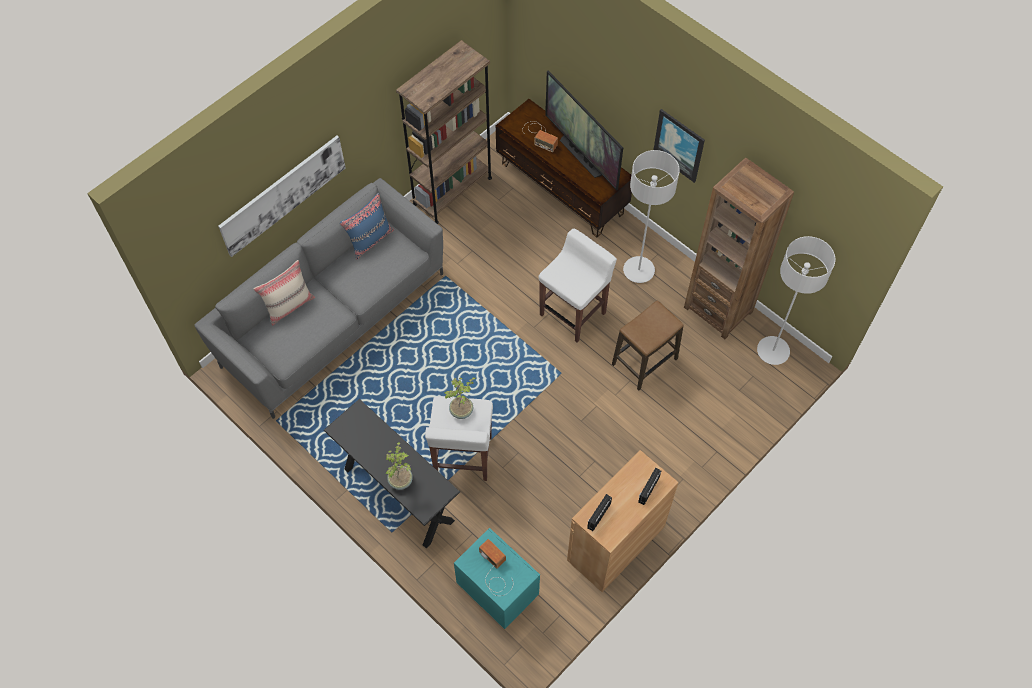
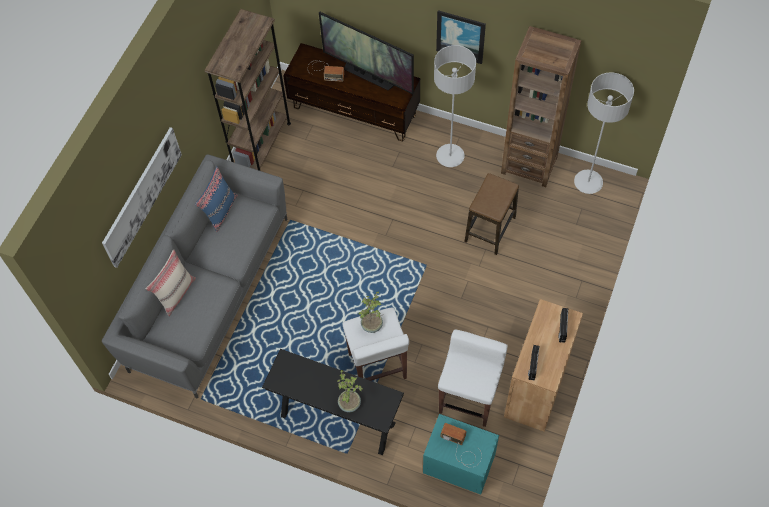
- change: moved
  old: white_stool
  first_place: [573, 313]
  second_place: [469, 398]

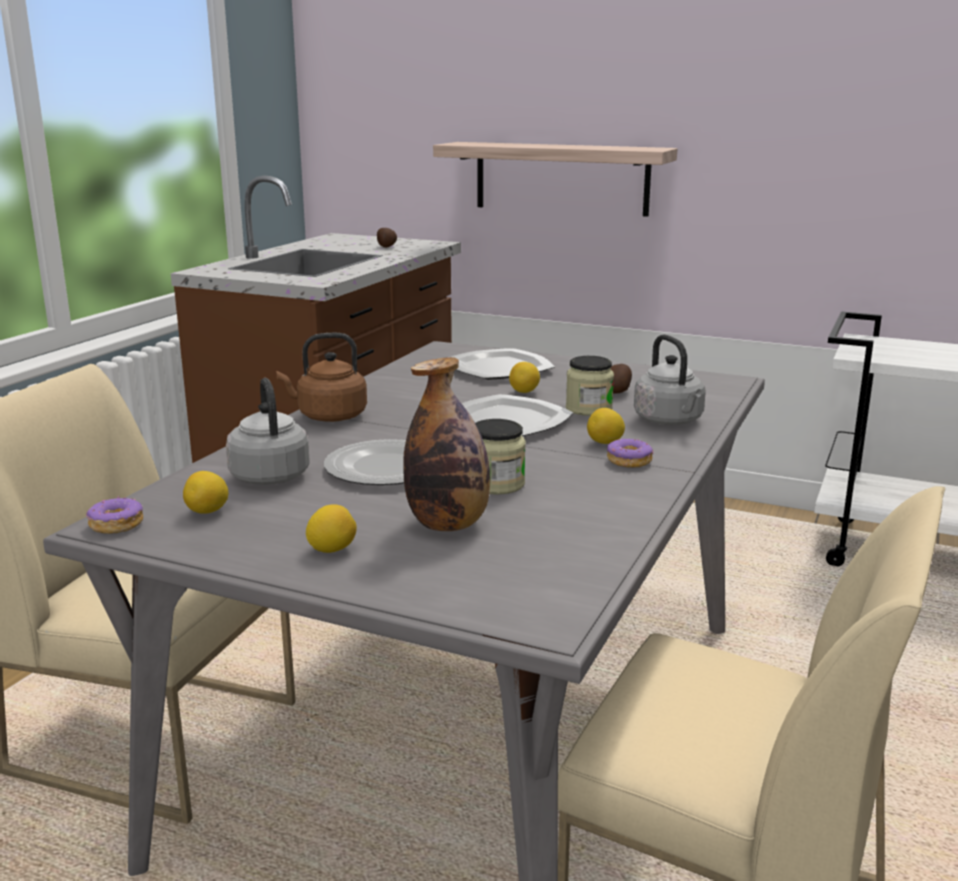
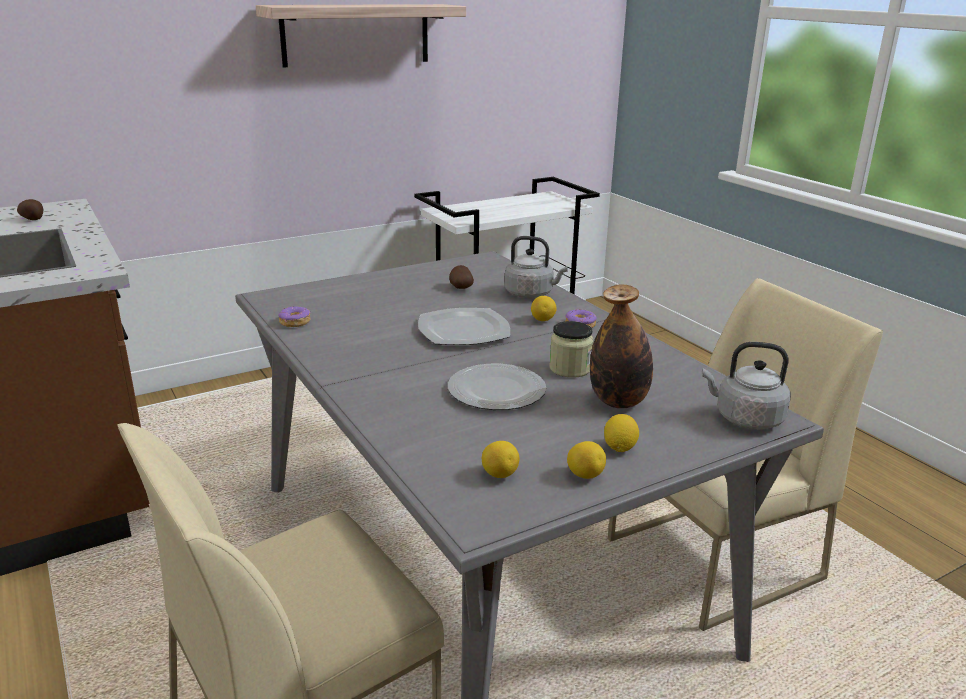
- change: moved
  old: donut
  first_place: [116, 525]
  second_place: [294, 322]
- change: moved
  old: grey_kettle
  first_place: [269, 475]
  second_place: [745, 419]
- change: removed
  old: brown_kettle
  first_place: [328, 416]
- change: moved
  old: shelf
  first_place: [561, 178]
  second_place: [356, 34]
- change: removed
  old: plate
  first_place: [497, 368]
- change: moved
  old: lemon
  first_place: [524, 392]
  second_place: [585, 475]
- change: removed
  old: jar
  first_place: [588, 409]

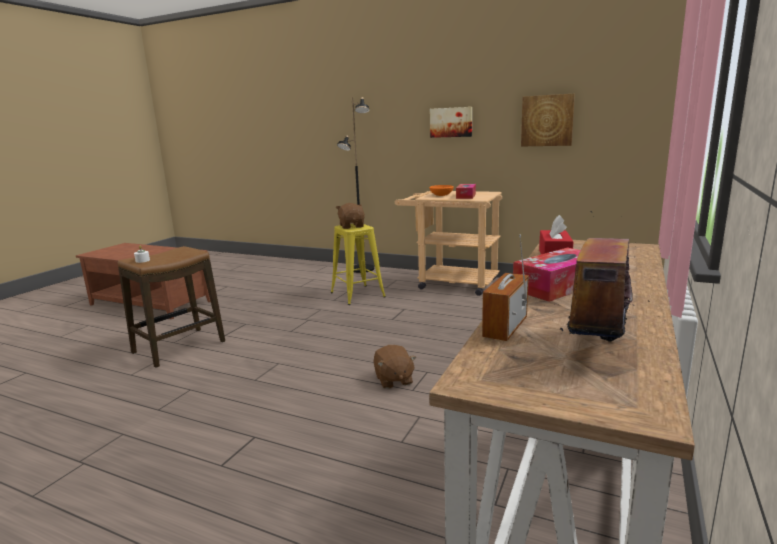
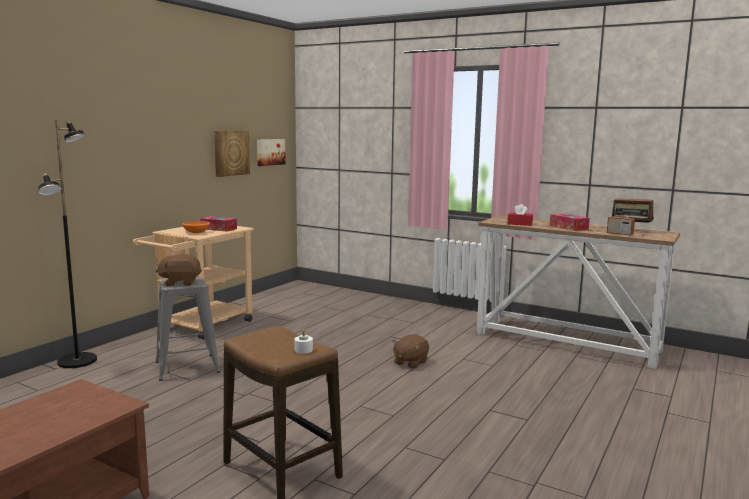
- change: recoloured
  old: yellow_stool
  new: grey_stool
  first_place: [357, 295]
  second_place: [187, 367]
- change: turned
  old: brown_plush_toy
  first_place: [393, 380]
  second_place: [410, 362]
  degrees: 135
- change: moved
  old: picture
  first_place: [451, 122]
  second_place: [270, 152]

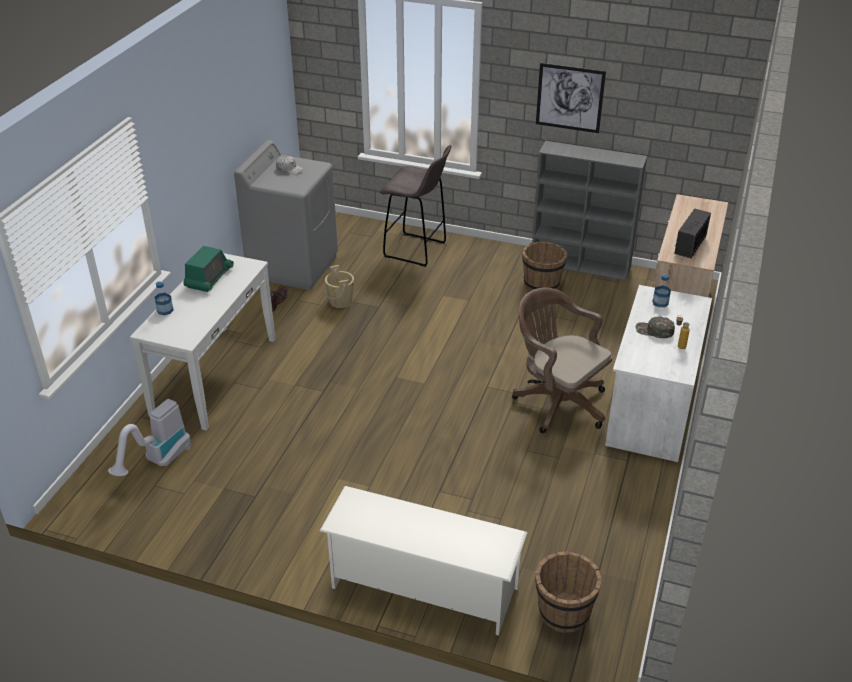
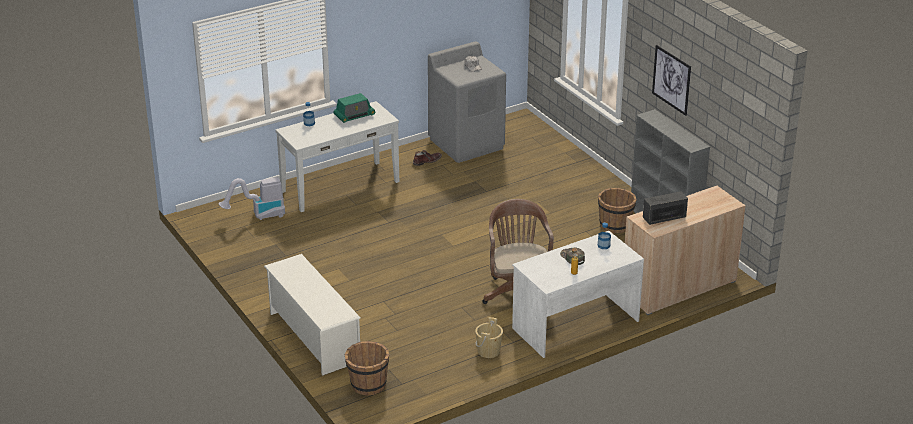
- change: moved
  old: beige_bucket
  first_place: [340, 301]
  second_place: [488, 351]
- change: removed
  old: grey_stool
  first_place: [417, 250]

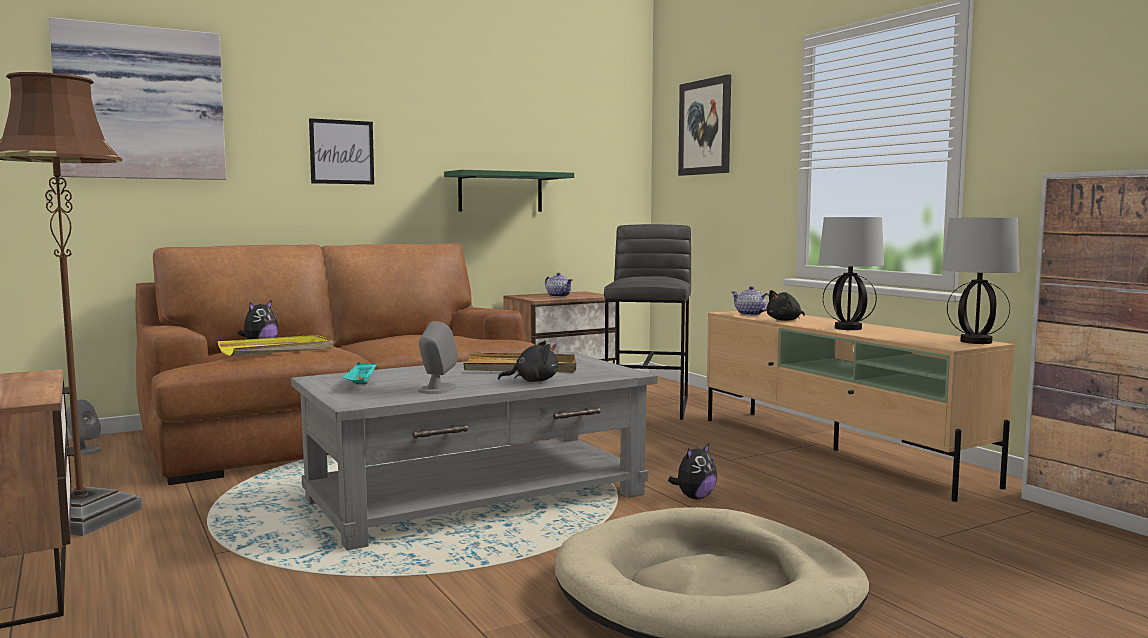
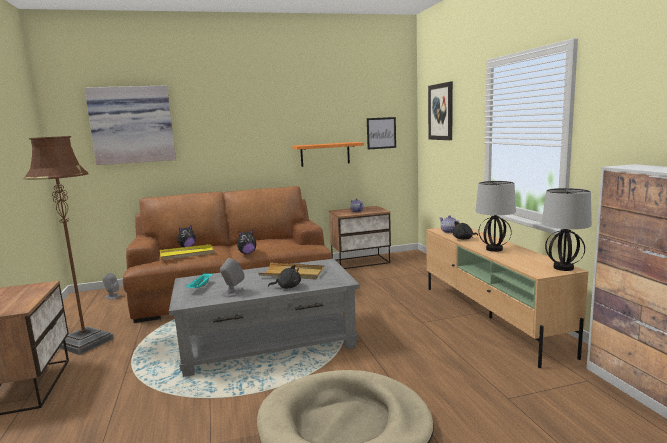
- change: moved
  old: picture
  first_place: [342, 152]
  second_place: [381, 133]
- change: recoloured
  old: green_shelf
  new: orange_shelf
  first_place: [500, 192]
  second_place: [325, 154]
- change: removed
  old: grey_stool
  first_place: [649, 407]
- change: moved
  old: plush_toy
  first_place: [694, 497]
  second_place: [247, 253]

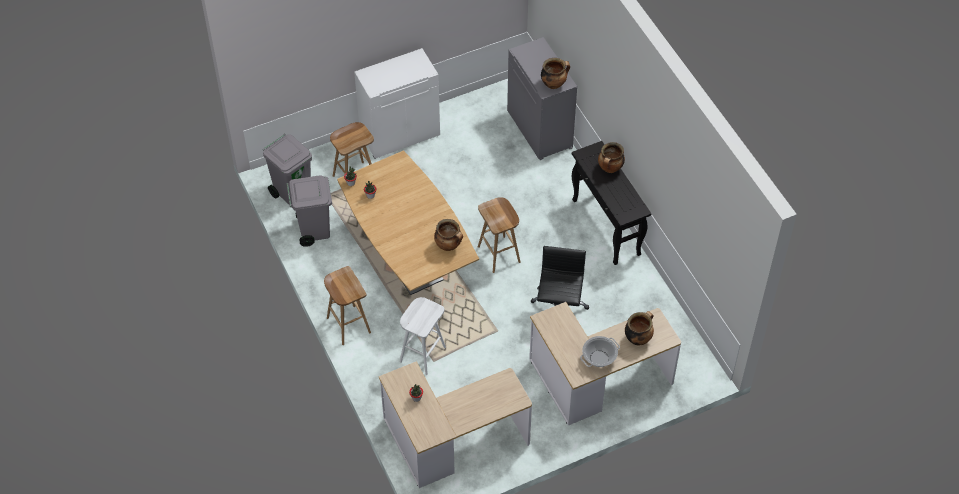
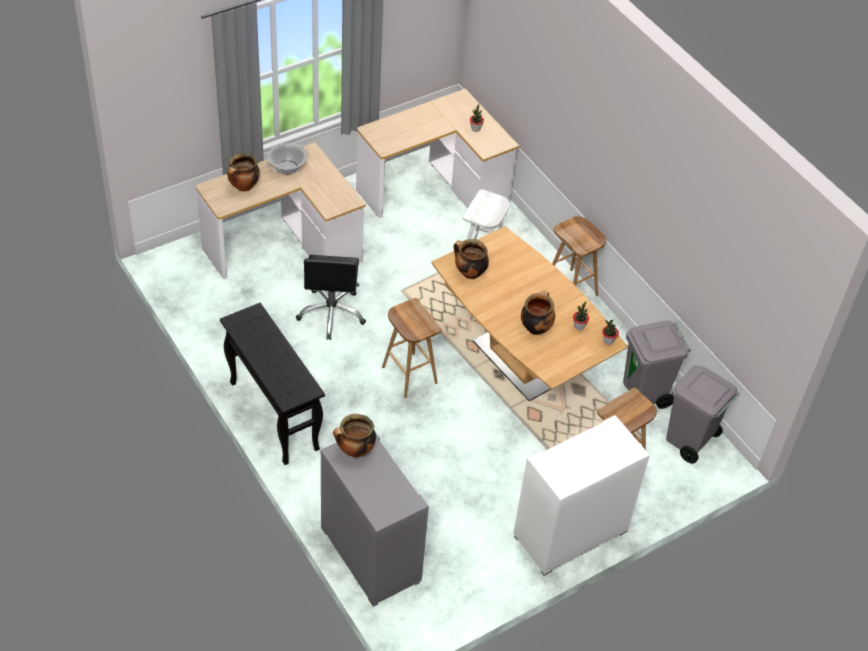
- change: moved
  old: cooking_pot
  first_place: [610, 169]
  second_place: [535, 327]

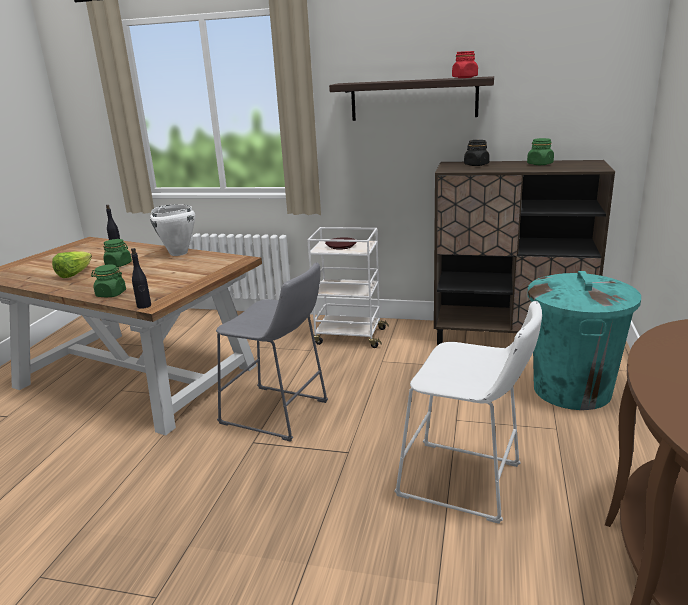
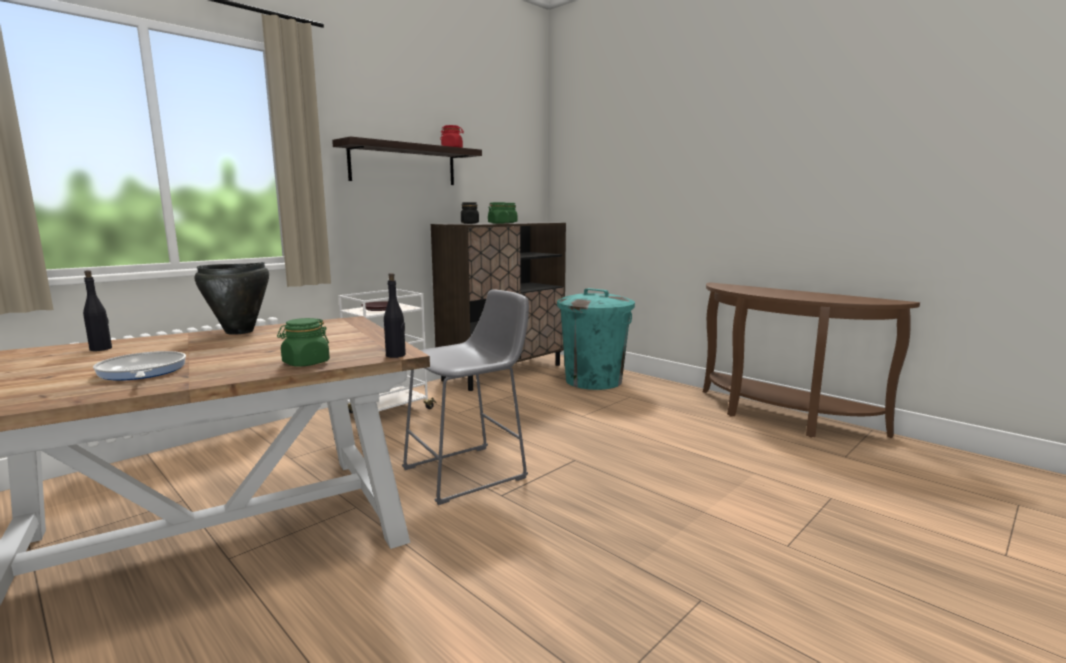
- change: replaced
  old: lettuce
  new: frying_pan
  first_place: [74, 274]
  second_place: [141, 372]
- change: moved
  old: green_jar
  first_place: [119, 264]
  second_place: [498, 223]
- change: recoloured
  old: white_cooking_pot
  new: black_cooking_pot
  first_place: [178, 253]
  second_place: [240, 332]
- change: removed
  old: white_stool
  first_place: [466, 482]

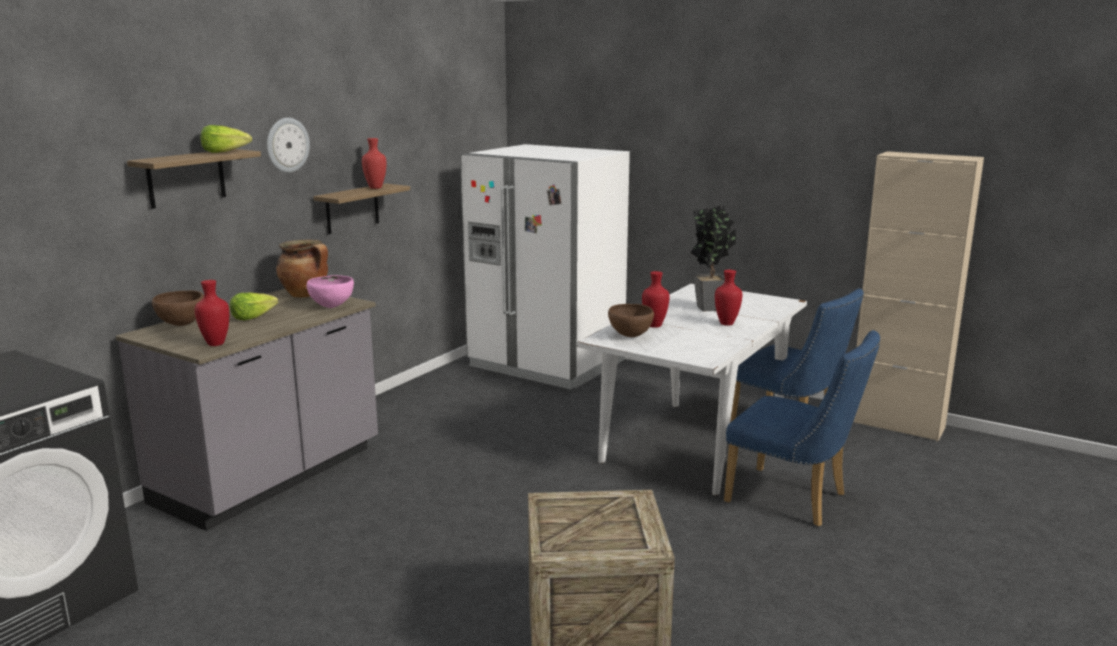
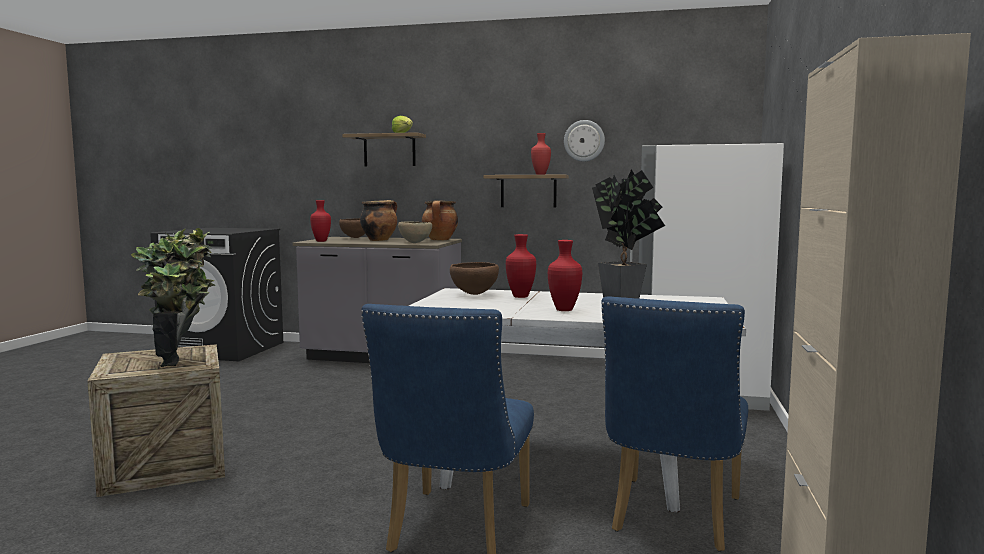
- change: replaced
  old: lettuce
  new: cooking_pot
  first_place: [253, 317]
  second_place: [379, 240]
- change: moved
  old: wall_clock
  first_place: [287, 145]
  second_place: [584, 140]
- change: recoloured
  old: pink_bowl
  new: brown_bowl
  first_place: [332, 307]
  second_place: [415, 243]
- change: added
  new: potted_plant
  second_place: [182, 359]

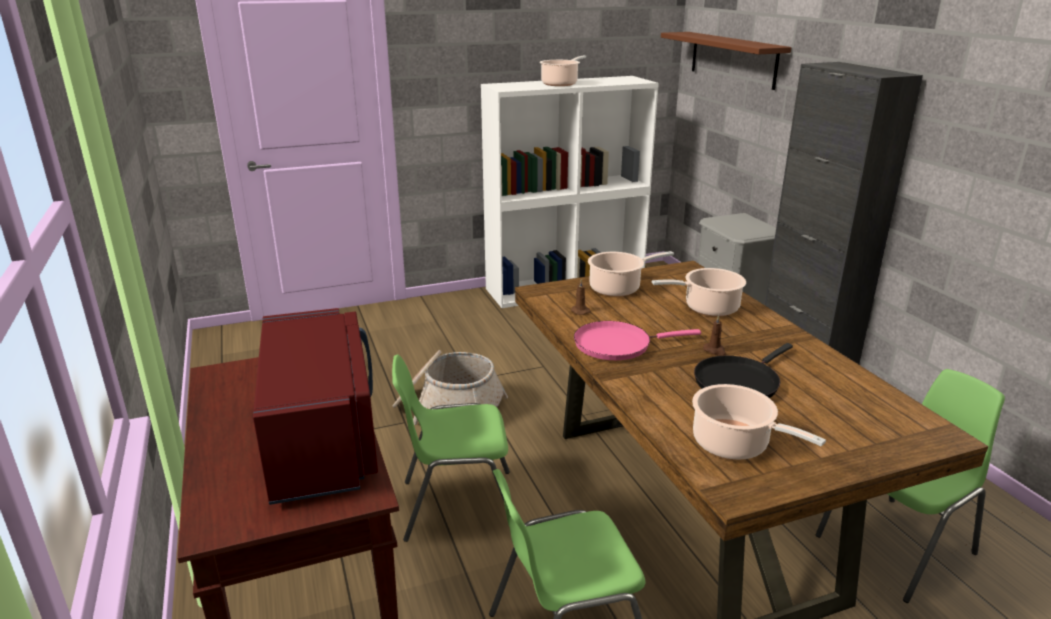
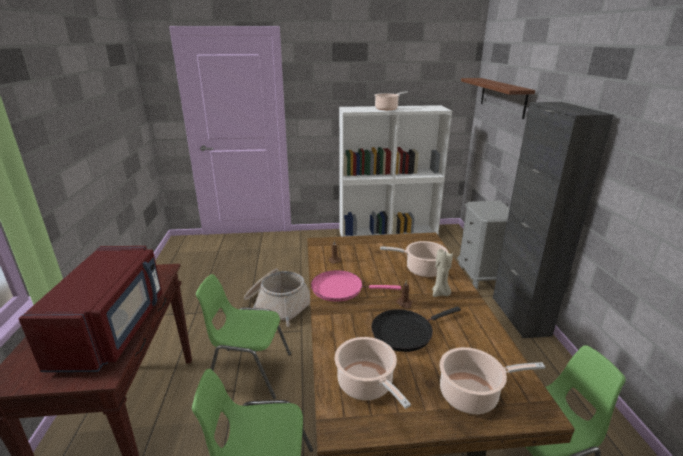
- change: moved
  old: cooking_pot
  first_place: [618, 288]
  second_place: [472, 394]
- change: added
  new: beige_candle
  second_place: [440, 293]

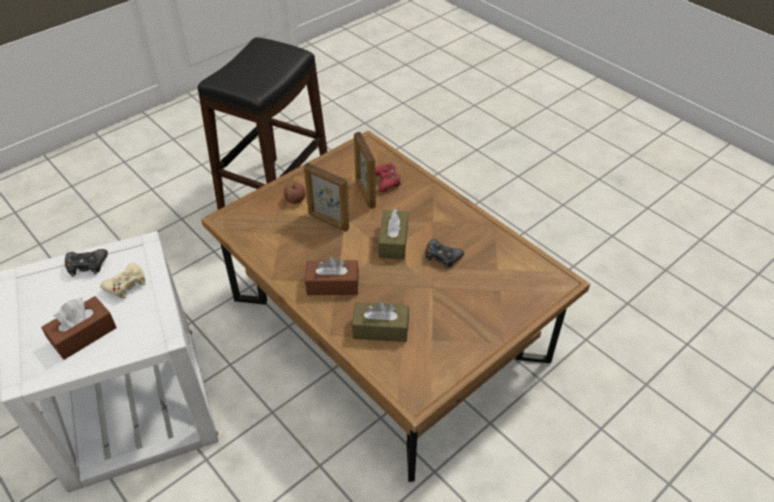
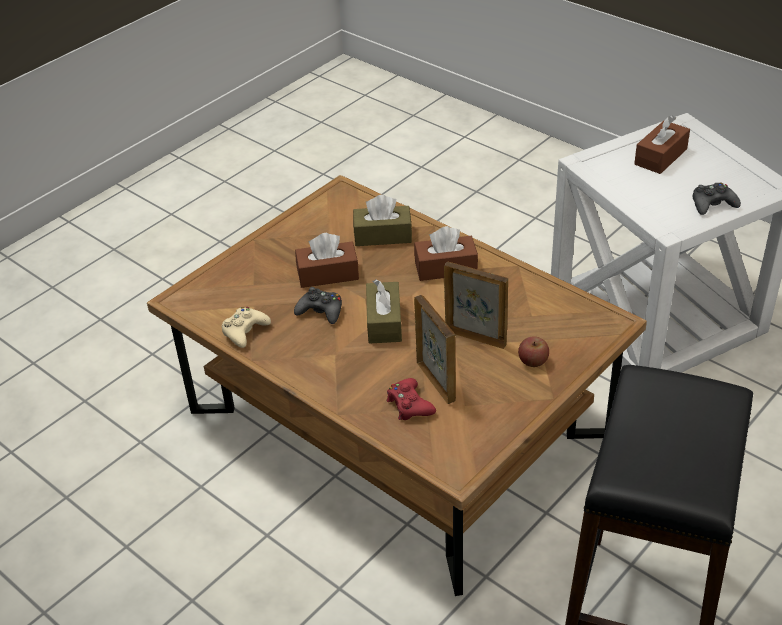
- change: moved
  old: beige_game_controller
  first_place: [126, 285]
  second_place: [245, 331]
- change: added
  new: brown_tissue_box
  second_place: [328, 274]

